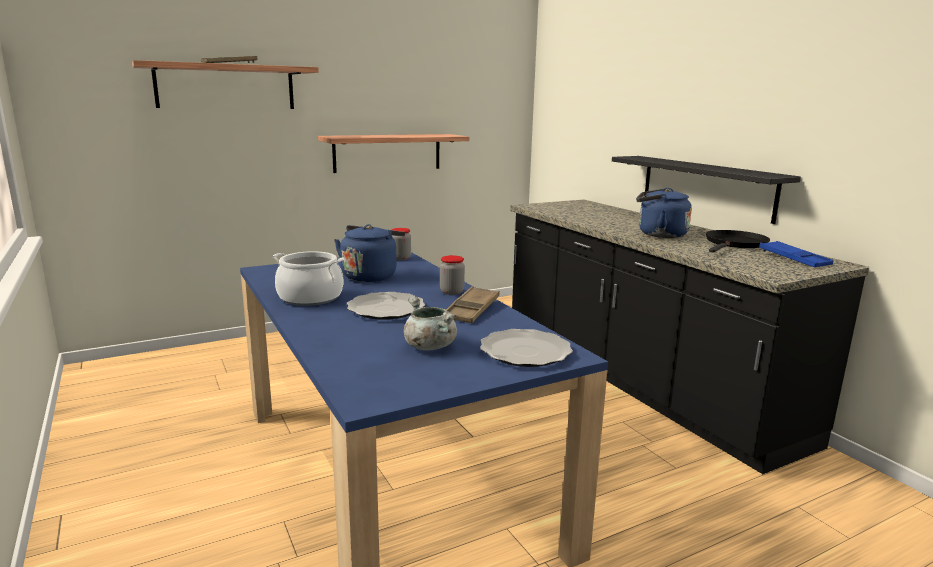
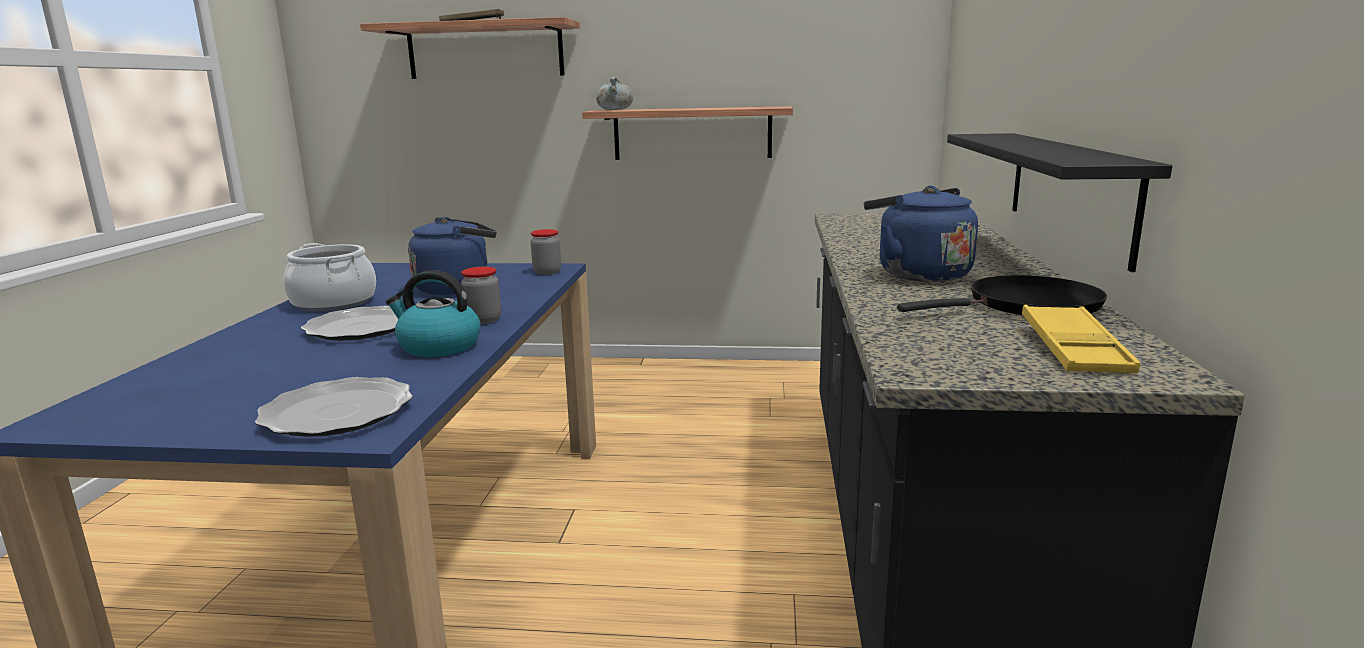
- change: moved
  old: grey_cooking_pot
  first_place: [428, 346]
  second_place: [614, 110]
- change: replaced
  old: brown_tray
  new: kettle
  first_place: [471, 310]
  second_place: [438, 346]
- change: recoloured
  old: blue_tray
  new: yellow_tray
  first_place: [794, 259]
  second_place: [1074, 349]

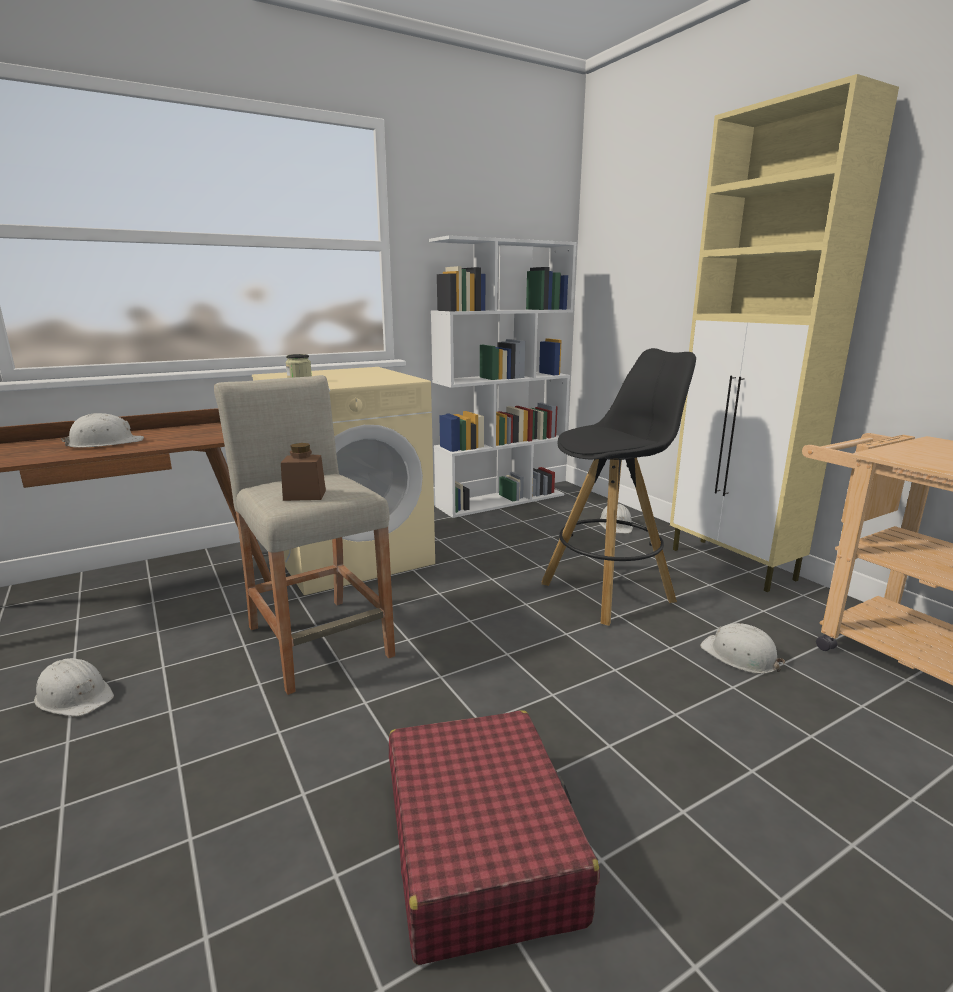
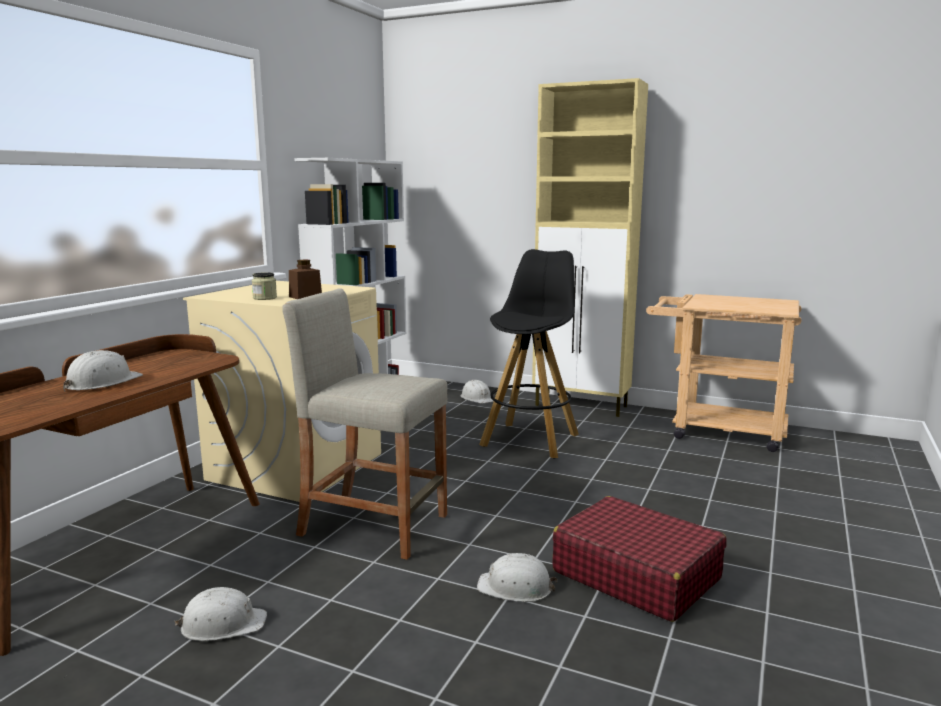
- change: moved
  old: brown_jar
  first_place: [304, 495]
  second_place: [305, 297]
- change: moved
  old: white_hard_hat
  first_place: [740, 656]
  second_place: [515, 587]

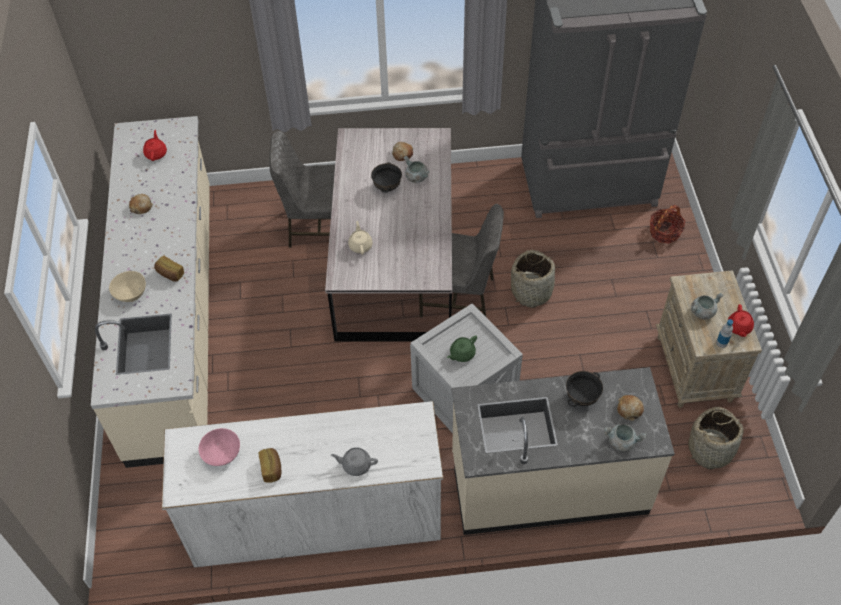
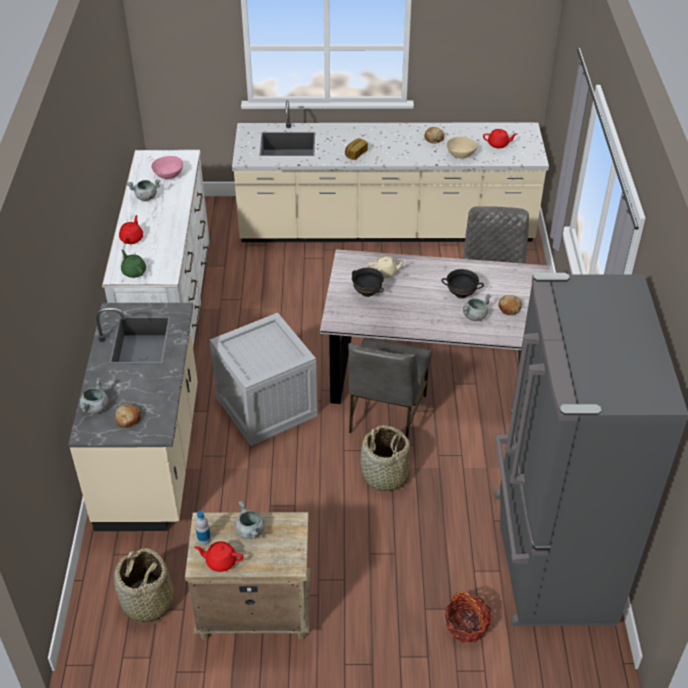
- change: moved
  old: beige_bowl
  first_place: [130, 293]
  second_place: [460, 154]
- change: replaced
  old: bread
  new: grey_cooking_pot
  first_place: [271, 469]
  second_place: [146, 197]
- change: recoloured
  old: grey_teapot
  new: red_teapot
  first_place: [356, 465]
  second_place: [132, 238]
- change: moved
  old: green_teapot
  first_place: [462, 354]
  second_place: [134, 271]
- change: moved
  old: black_bowl
  first_place: [582, 398]
  second_place: [367, 293]

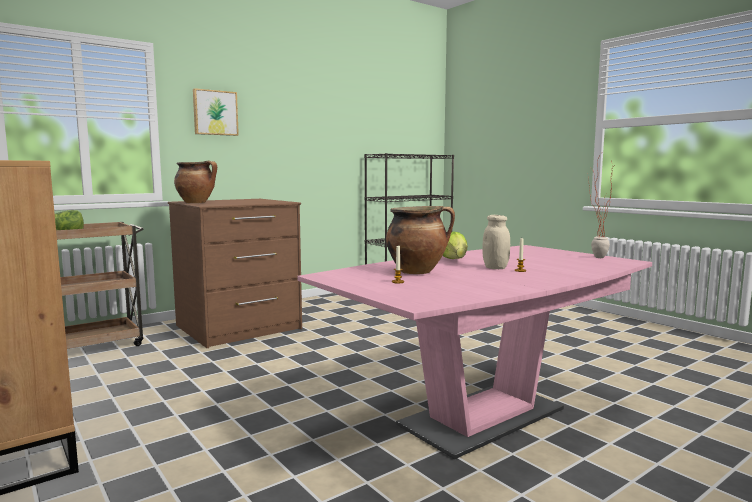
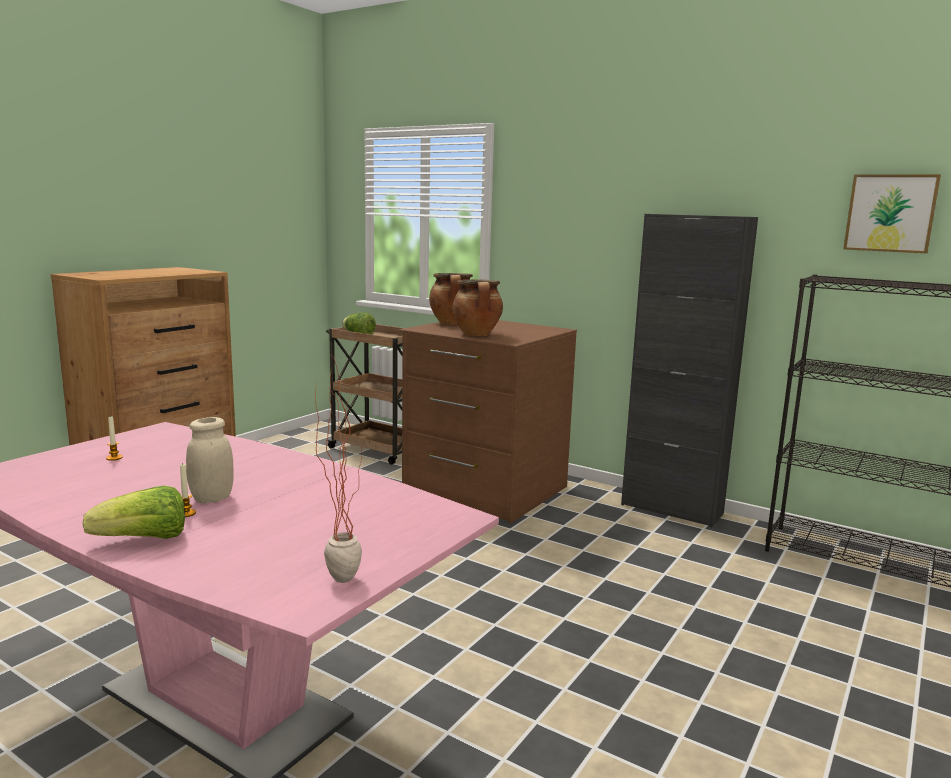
- change: moved
  old: picture
  first_place: [215, 113]
  second_place: [890, 213]
- change: moved
  old: cooking_pot
  first_place: [418, 271]
  second_place: [477, 334]
- change: moved
  old: lettuce
  first_place: [455, 261]
  second_place: [144, 539]
- change: added
  new: black_cabinet
  second_place: [671, 509]

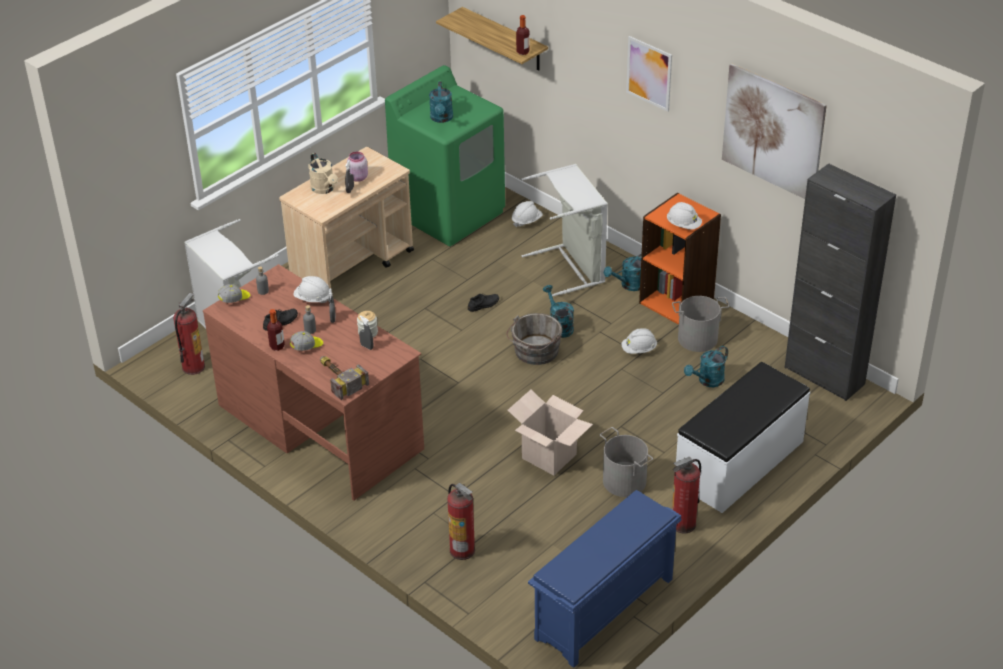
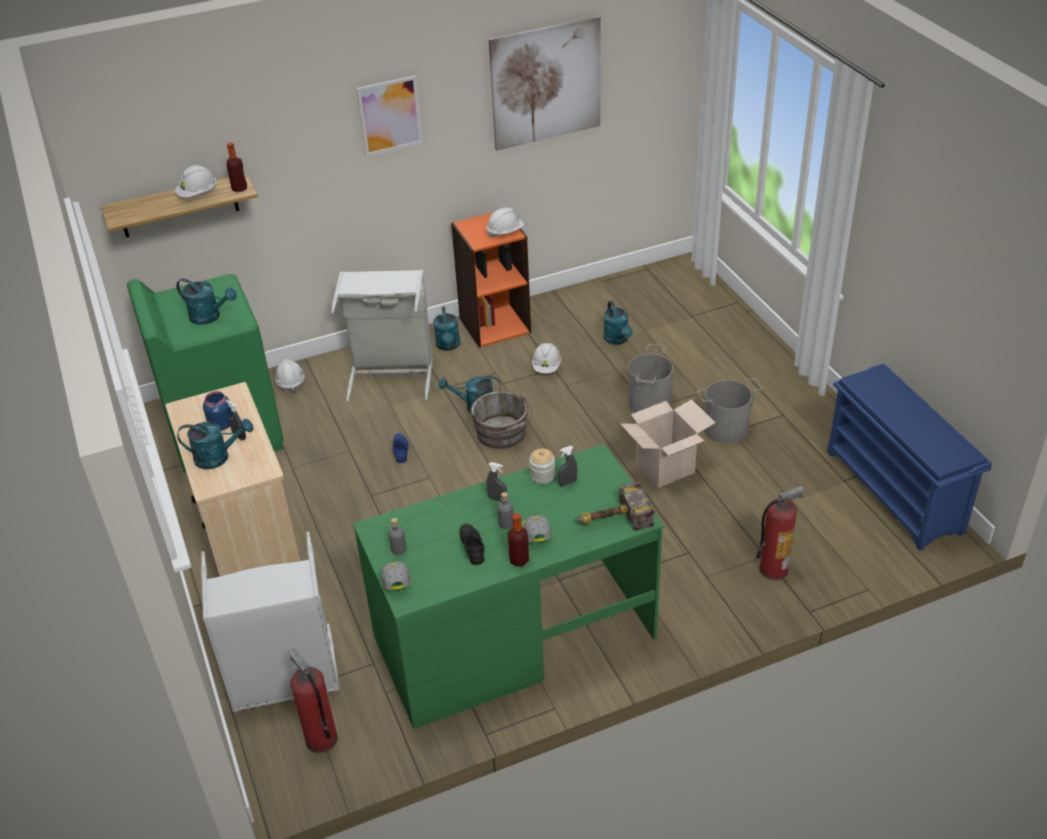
- change: recoloured
  old: brown_desk
  new: green_desk
  first_place: [320, 426]
  second_place: [513, 637]
- change: moved
  old: white_hard_hat
  first_place: [313, 299]
  second_place: [198, 194]
- change: recoloured
  old: beige_watering_can
  new: turquoise_watering_can
  first_place: [324, 189]
  second_place: [218, 457]
- change: recoloured
  old: pink_jar
  new: blue_jar
  first_place: [357, 177]
  second_place: [221, 425]
- change: recoloured
  old: black_shoe
  new: blue_shoe
  first_place: [483, 304]
  second_place: [400, 450]
- change: moved
  old: grey_bucket
  first_place: [698, 339]
  second_place: [650, 401]
- change: removed
  old: fire_extinguisher
  first_place: [683, 524]
- change: removed
  old: white_bench
  first_place: [740, 463]
- change: removed
  old: black_cabinet
  first_place: [824, 376]

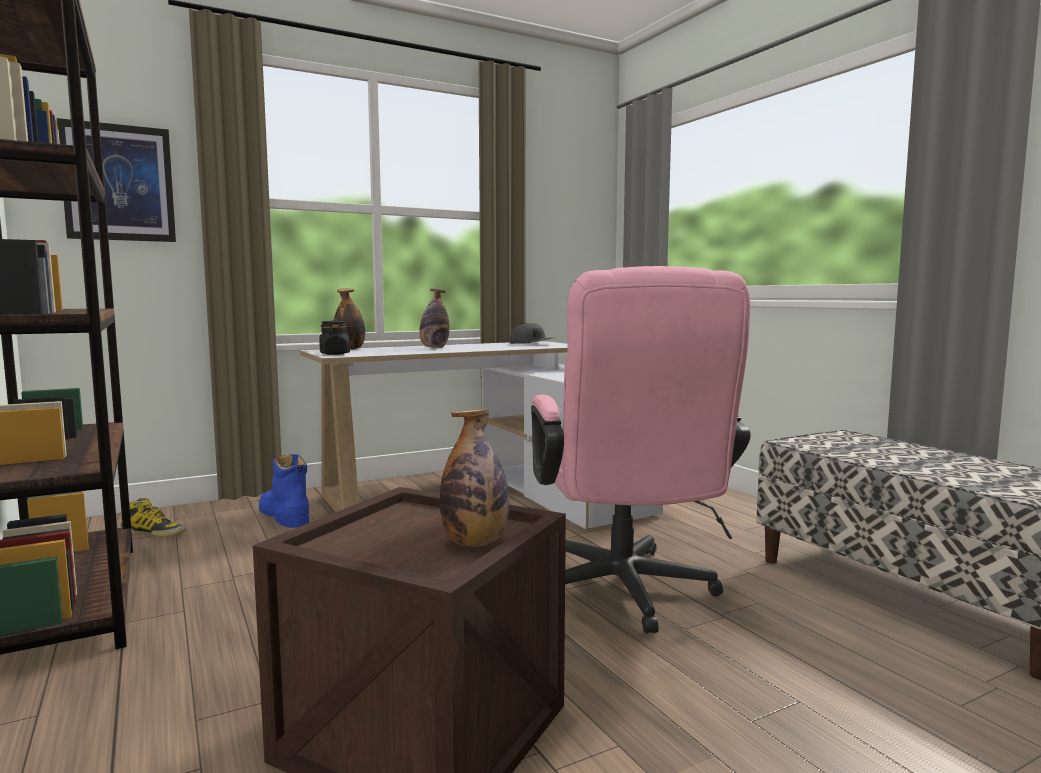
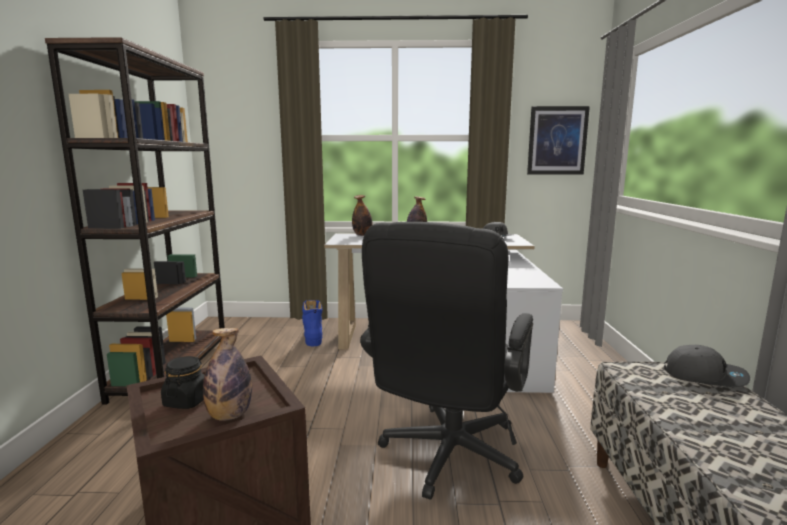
- change: moved
  old: picture
  first_place: [119, 183]
  second_place: [557, 141]
- change: removed
  old: boot
  first_place: [153, 532]
- change: moved
  old: black_jar
  first_place: [334, 354]
  second_place: [187, 401]
- change: recoloured
  old: pink_office_chair
  new: black_office_chair
  first_place: [626, 595]
  second_place: [446, 458]
- change: added
  new: grey_cap
  second_place: [704, 375]

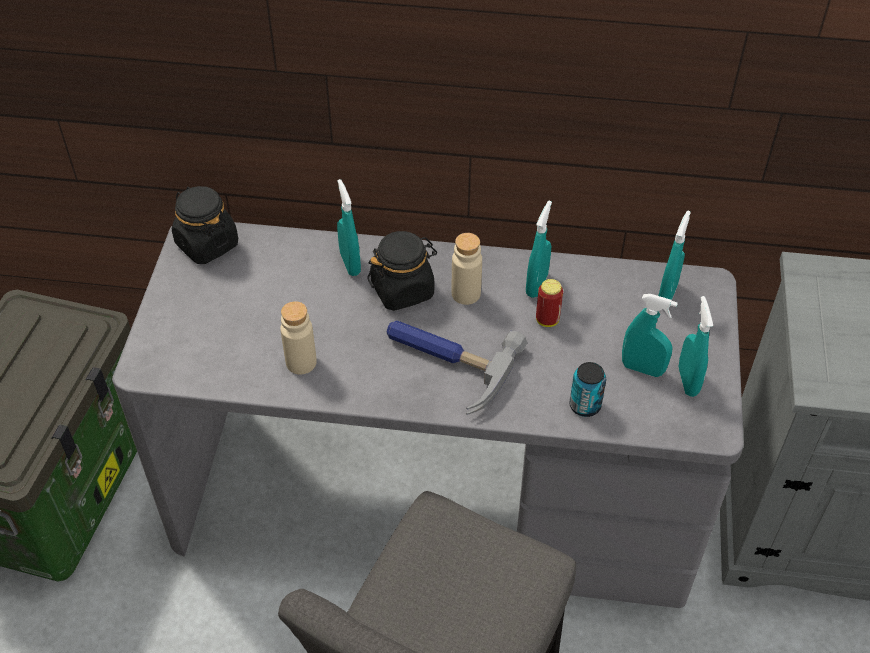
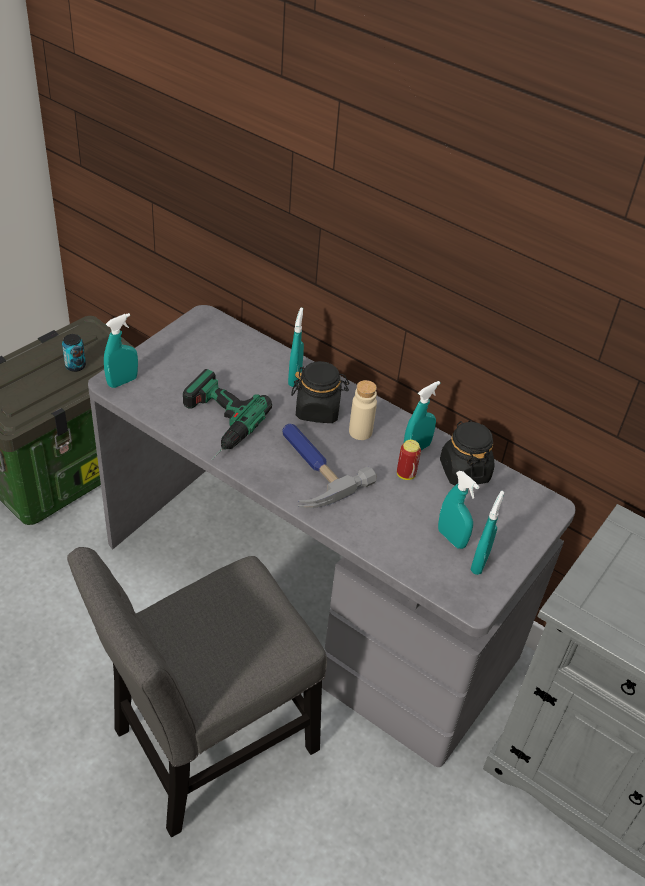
- change: moved
  old: black_jar
  first_place: [206, 244]
  second_place: [464, 471]
- change: replaced
  old: beige_bottle
  new: power_drill
  first_place: [301, 362]
  second_place: [213, 424]
- change: moved
  old: can
  first_place: [585, 405]
  second_place: [75, 366]
- change: moved
  old: turquoise_spray_bottle
  first_place: [667, 295]
  second_place: [122, 381]

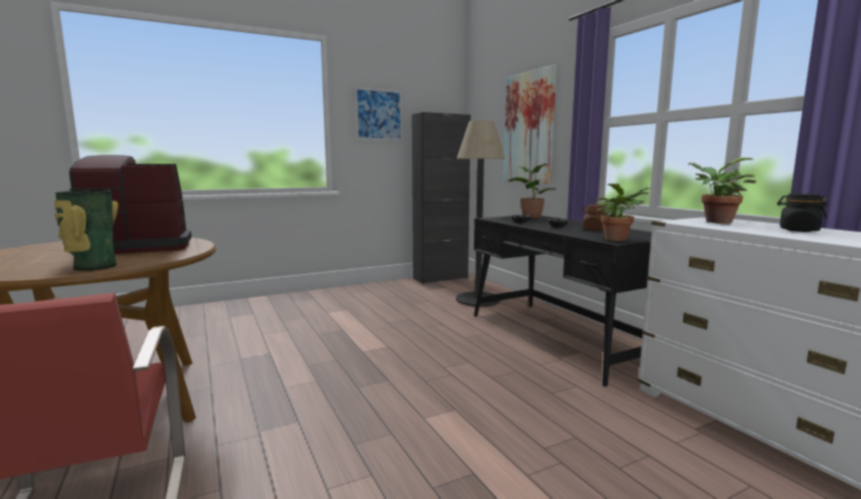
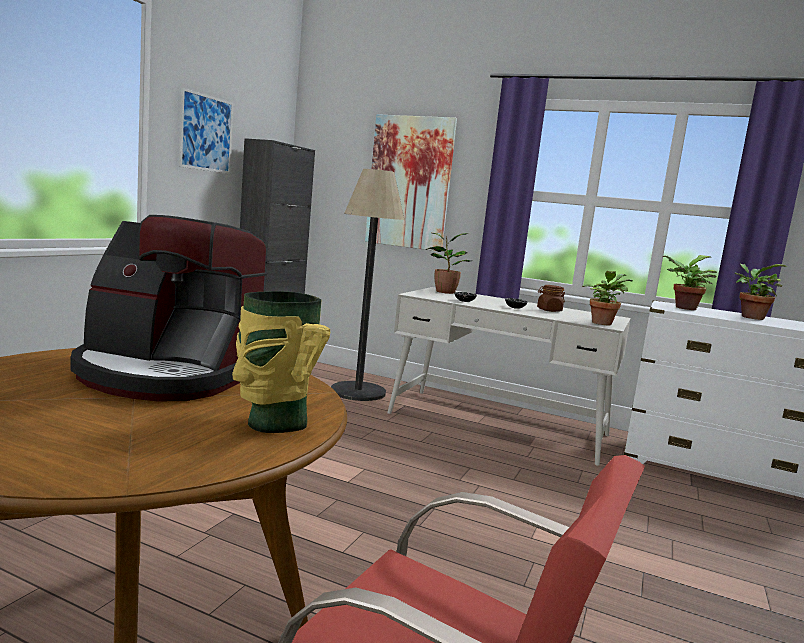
- change: turned
  old: coffee_machine
  first_place: [138, 247]
  second_place: [167, 375]
  degrees: -105
- change: recoloured
  old: black_desk
  new: white_desk
  first_place: [559, 337]
  second_place: [498, 424]
- change: replaced
  old: black_jar
  new: potted_plant
  first_place: [798, 230]
  second_place: [749, 317]

